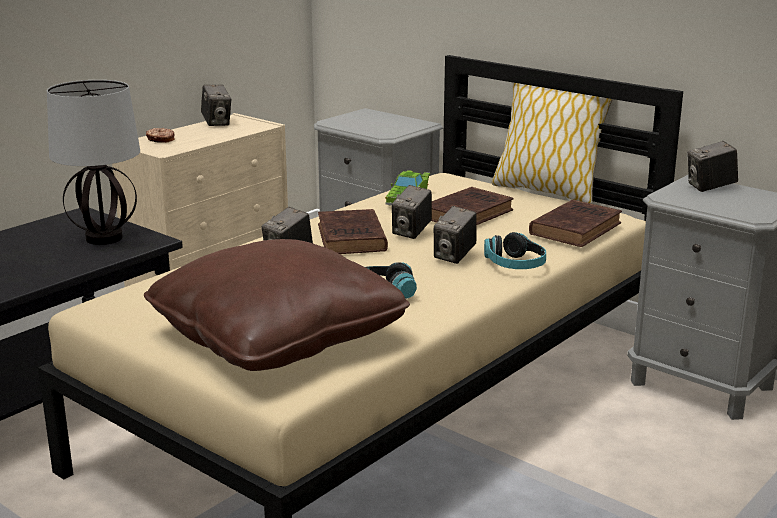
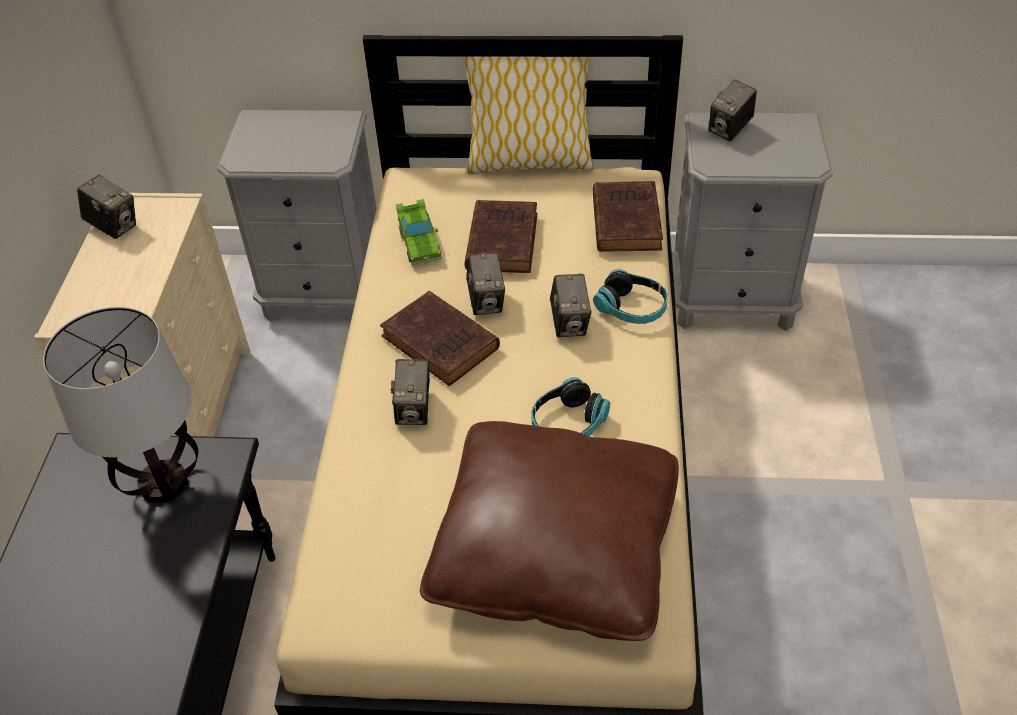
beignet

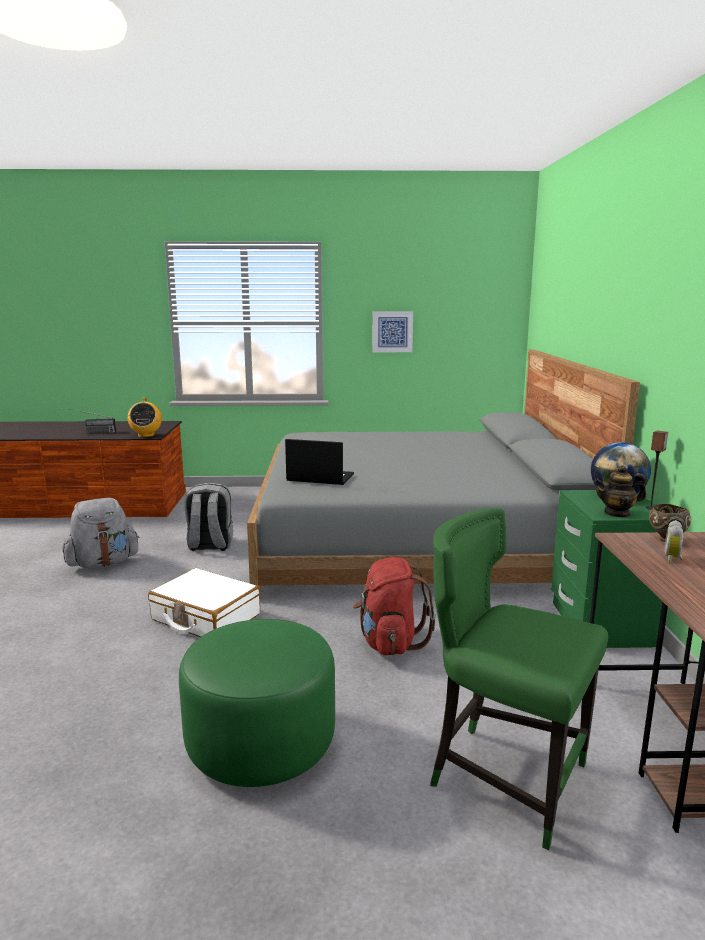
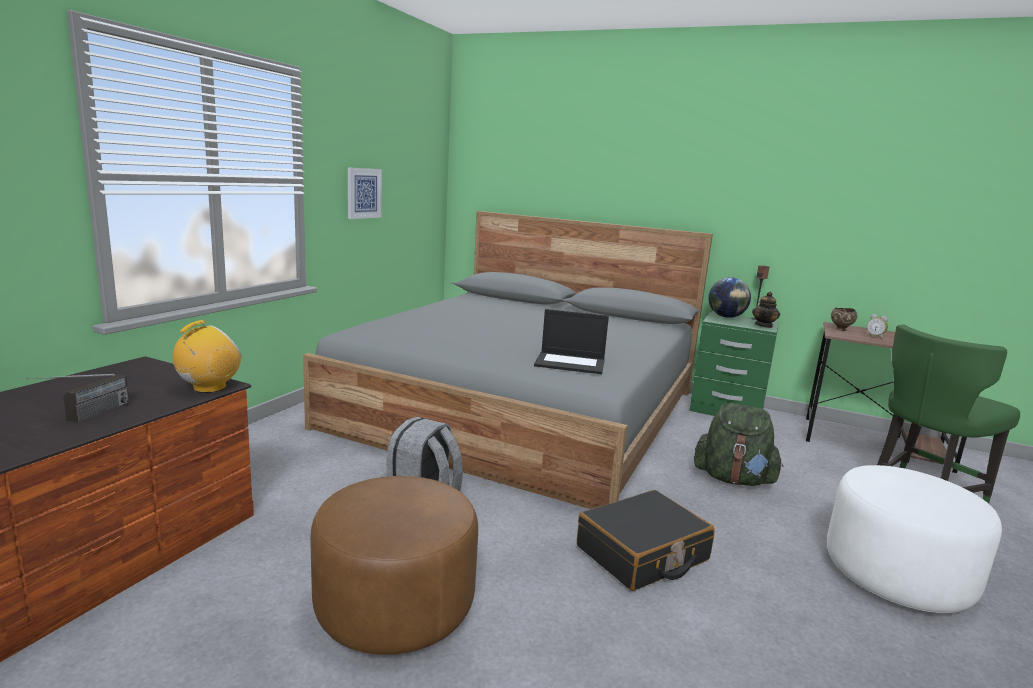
radio (no. 2 from left)
pouf [marron]
ordinateur portable
valise [noir]
sac à dos [vert]
pouf [blanc]

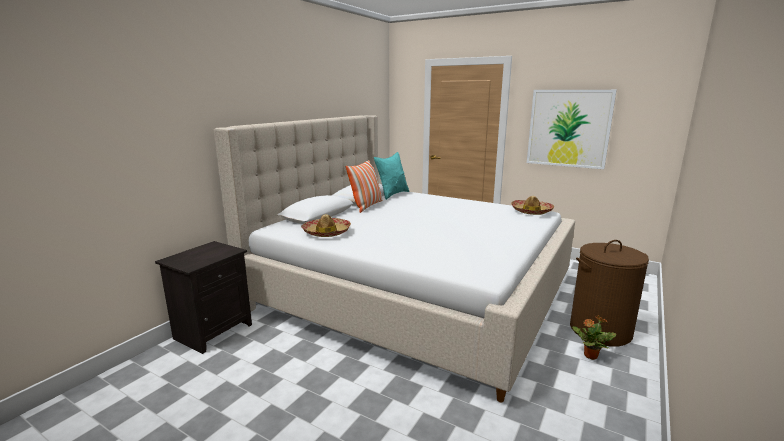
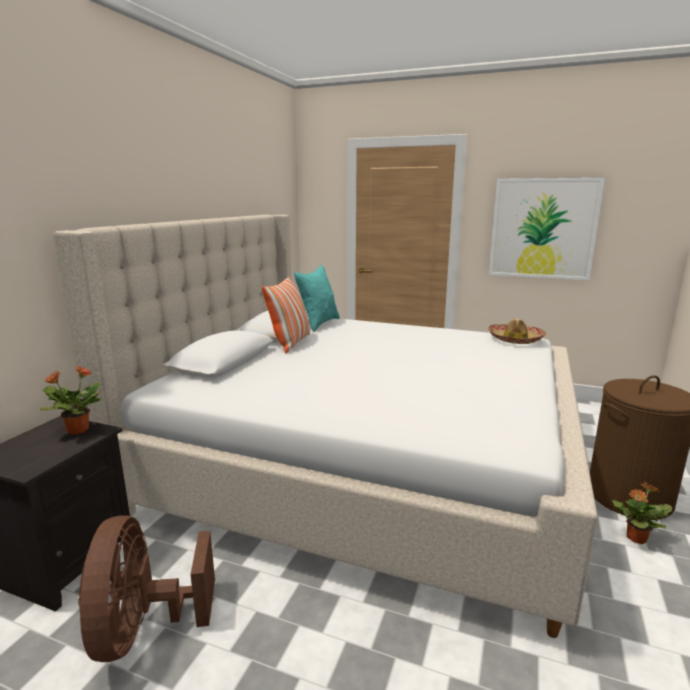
plante en pot (no. 1 from left)
ventilateur [marron]
chapeau (no. 1 from left in the first image)

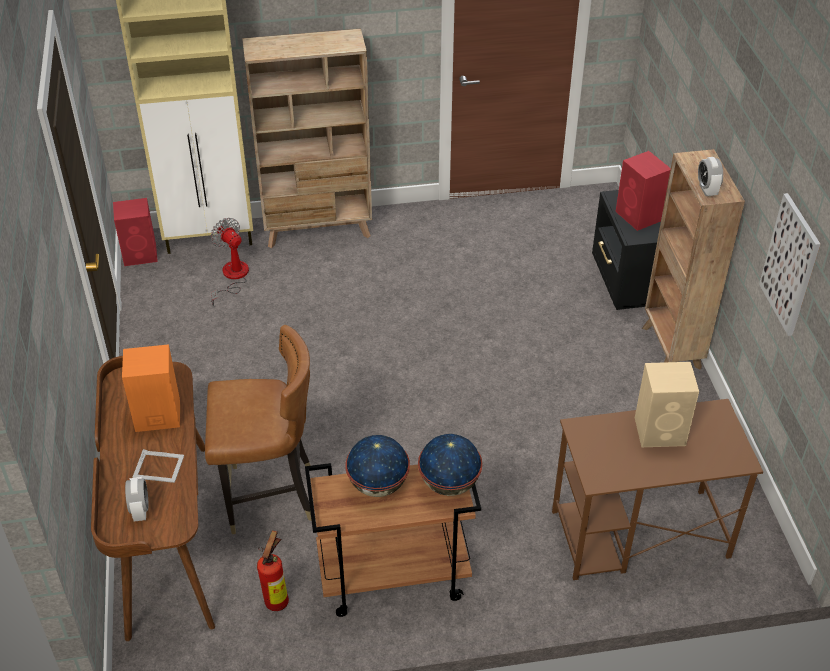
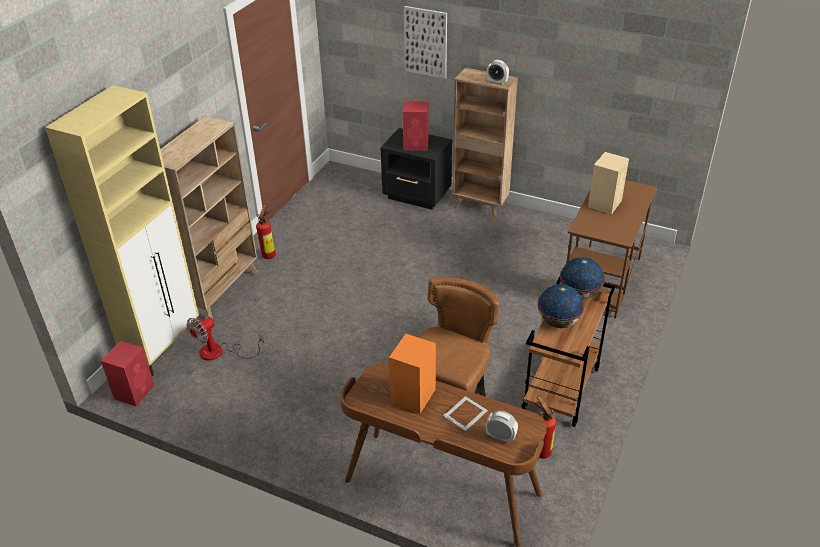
ventilateur
extincteur (no. 1 from left)
tableau

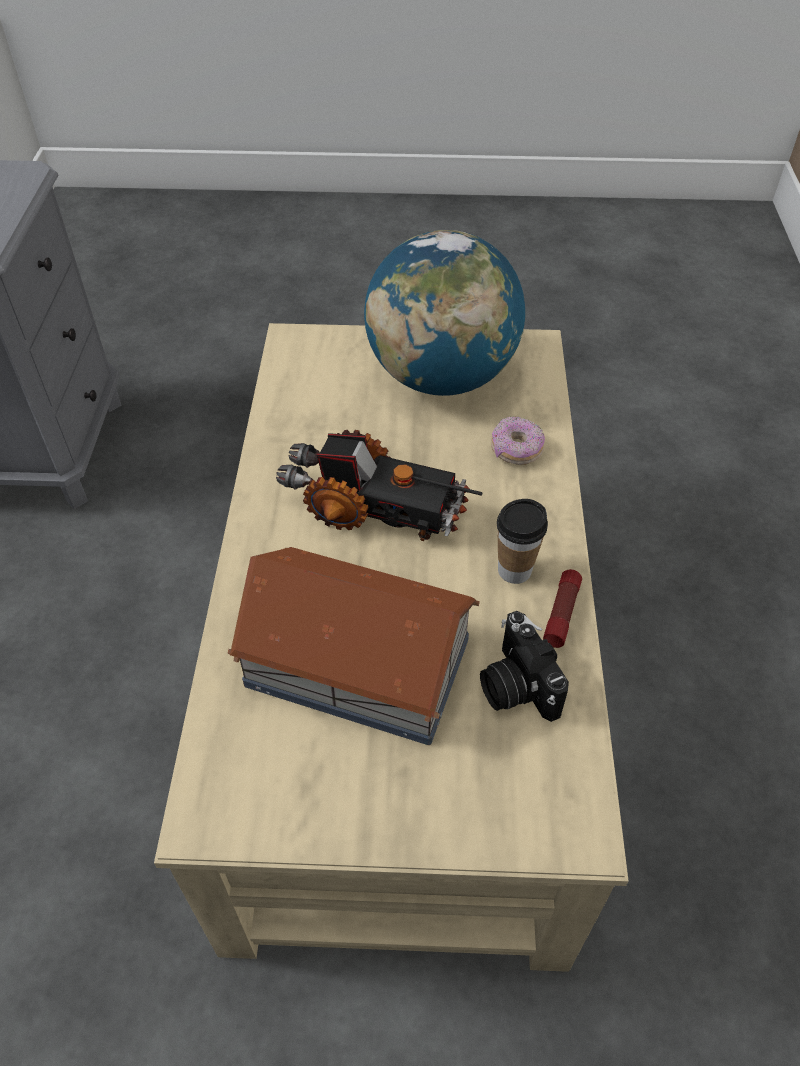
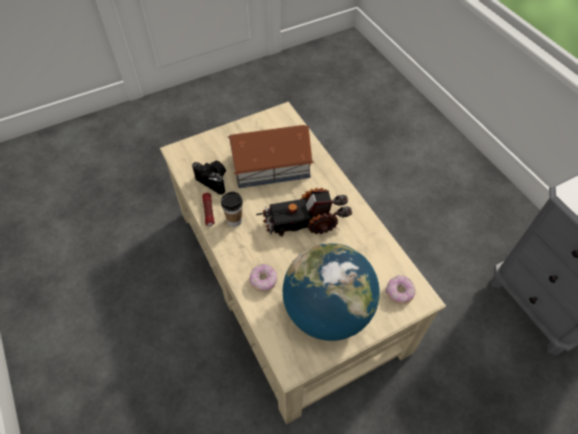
beignet (no. 2 from left)

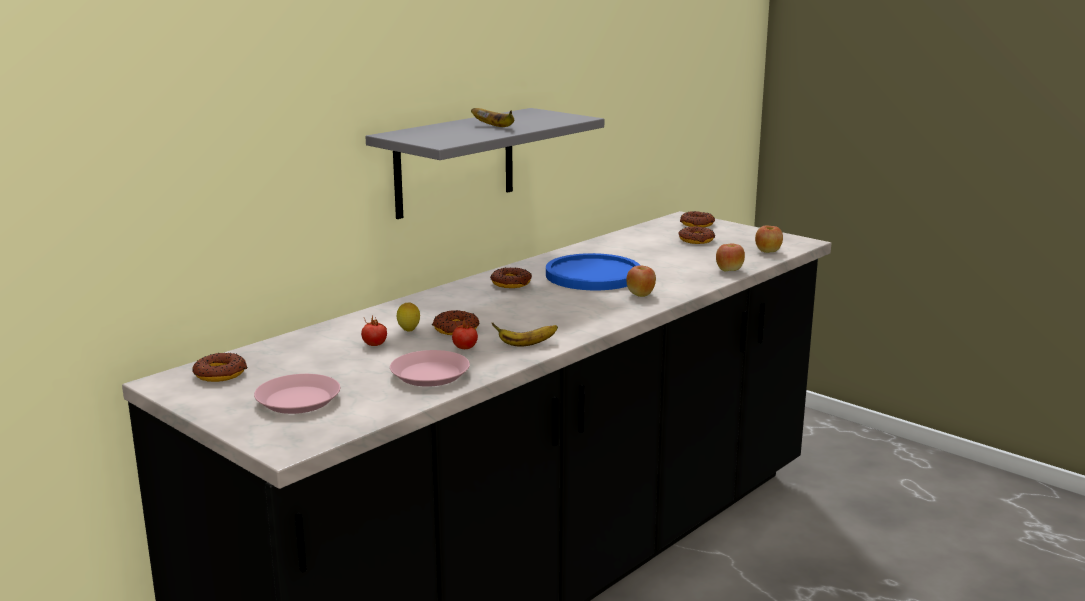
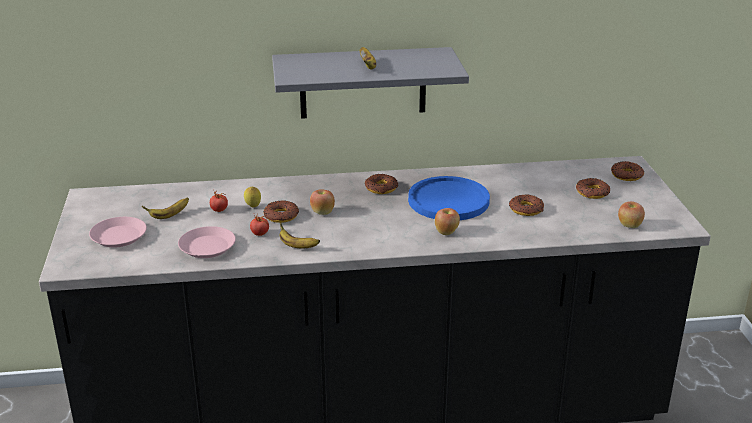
banane (no. 1 from left)
pomme (no. 1 from left)
beignet (no. 3 from left)

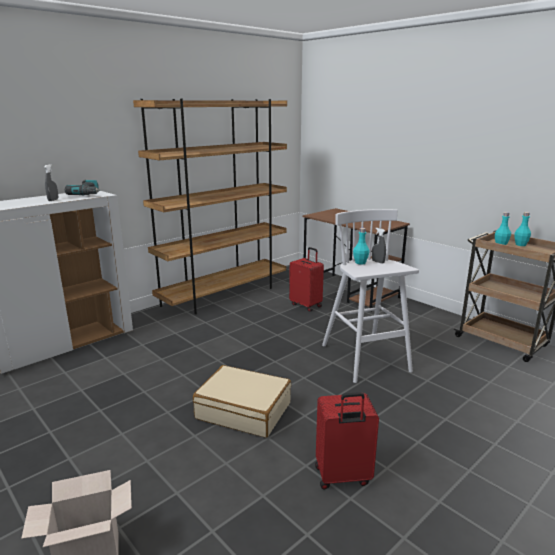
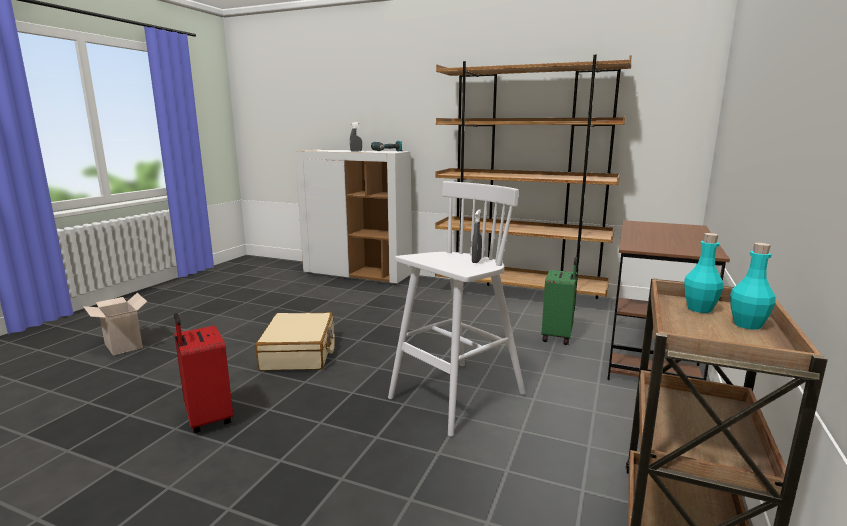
valise [vert]
bouteille [turquoise] (no. 1 from left in the first image)

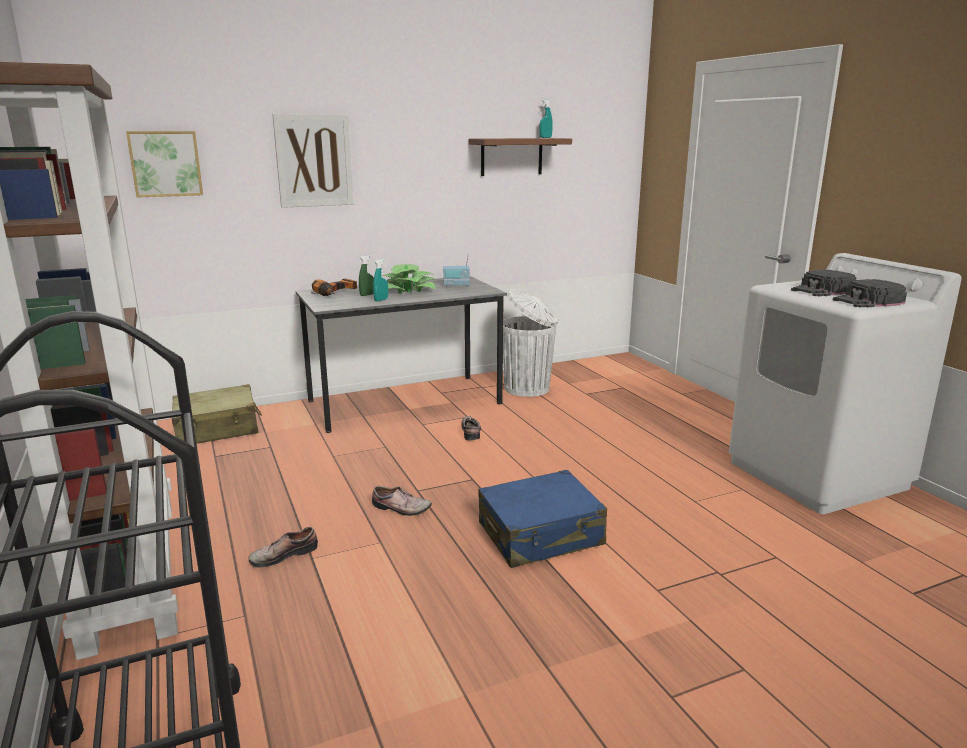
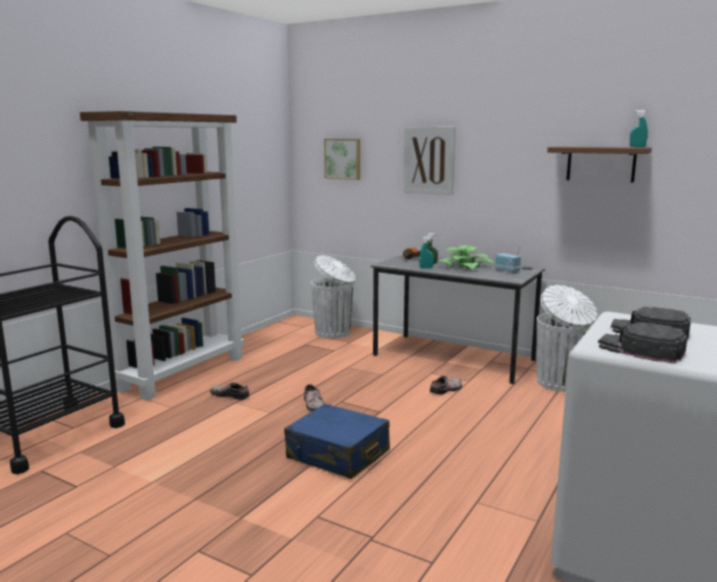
poubelle [blanc] (no. 1 from left)

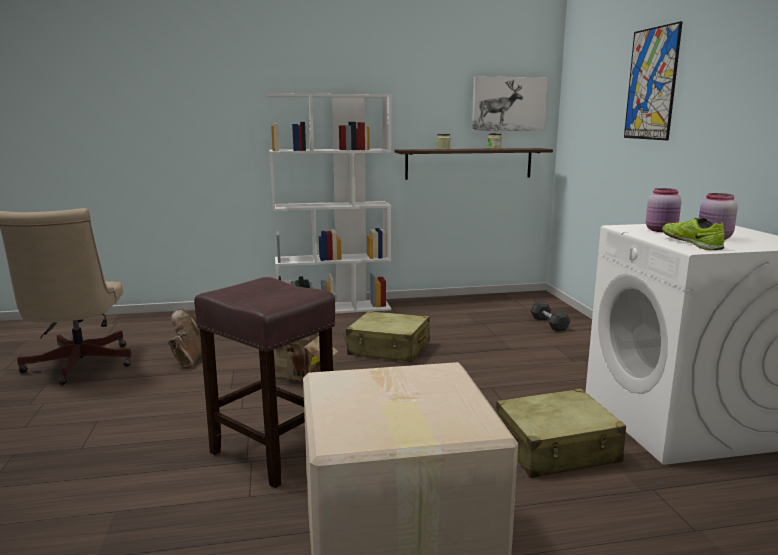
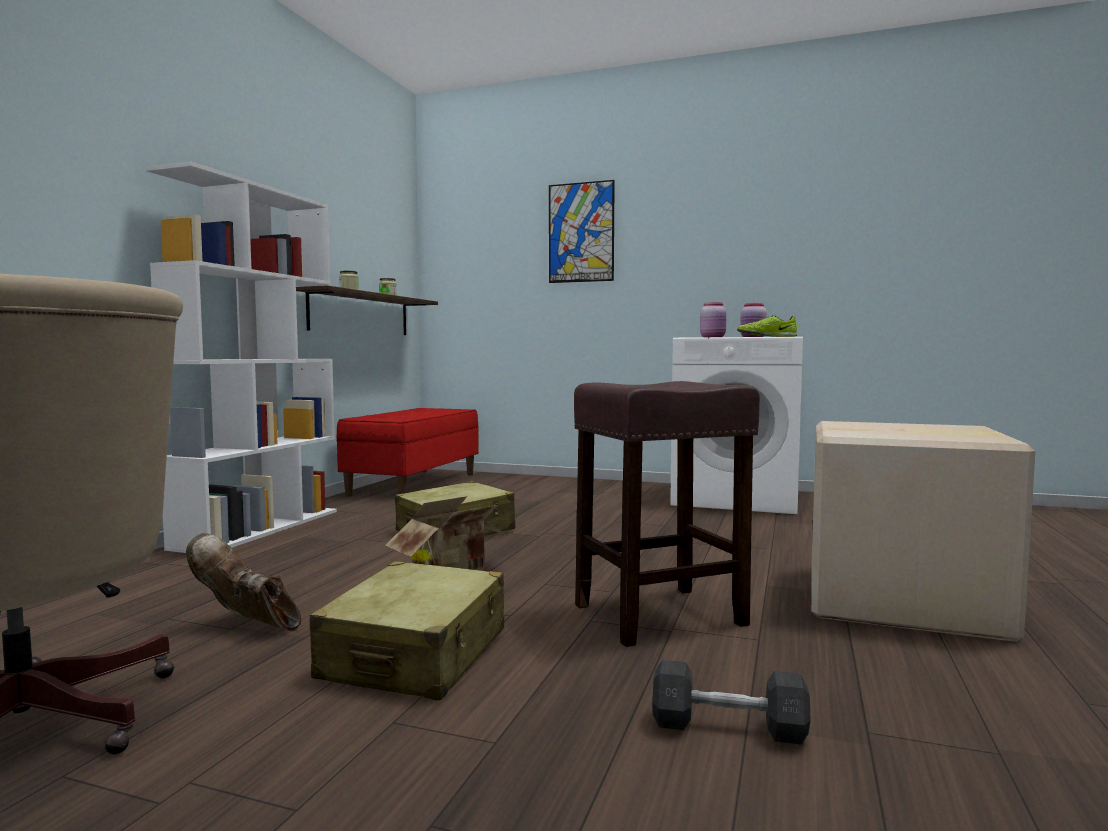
valise [beige] (no. 1 from left)
banc [rouge]
haltère [gris]
tableau (no. 1 from left in the first image)

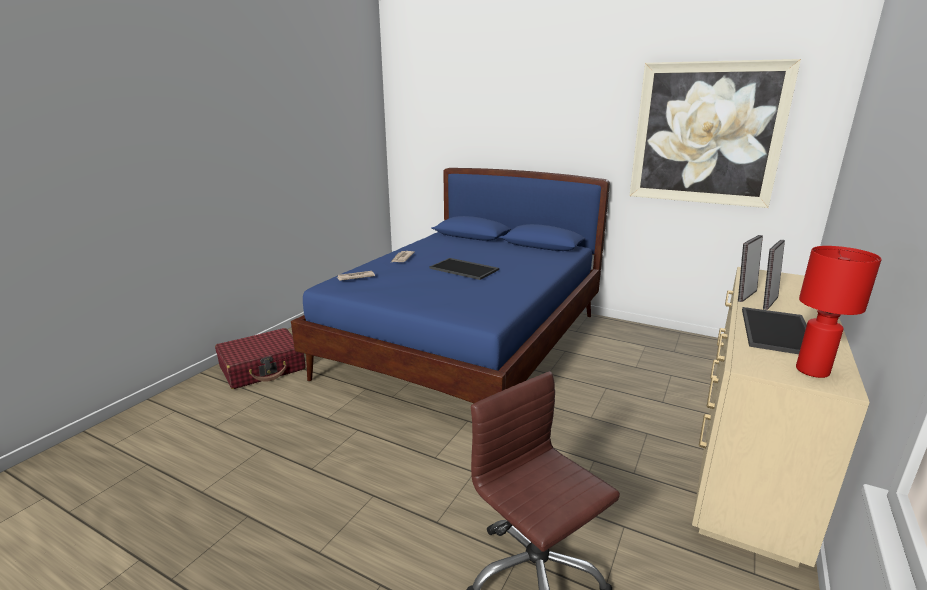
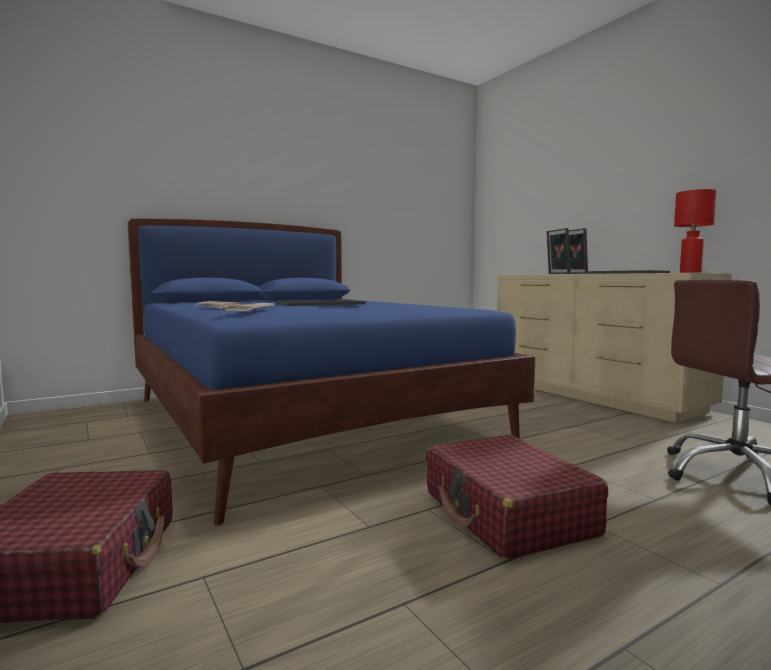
valise [rouge] (no. 2 from left)
tableau

